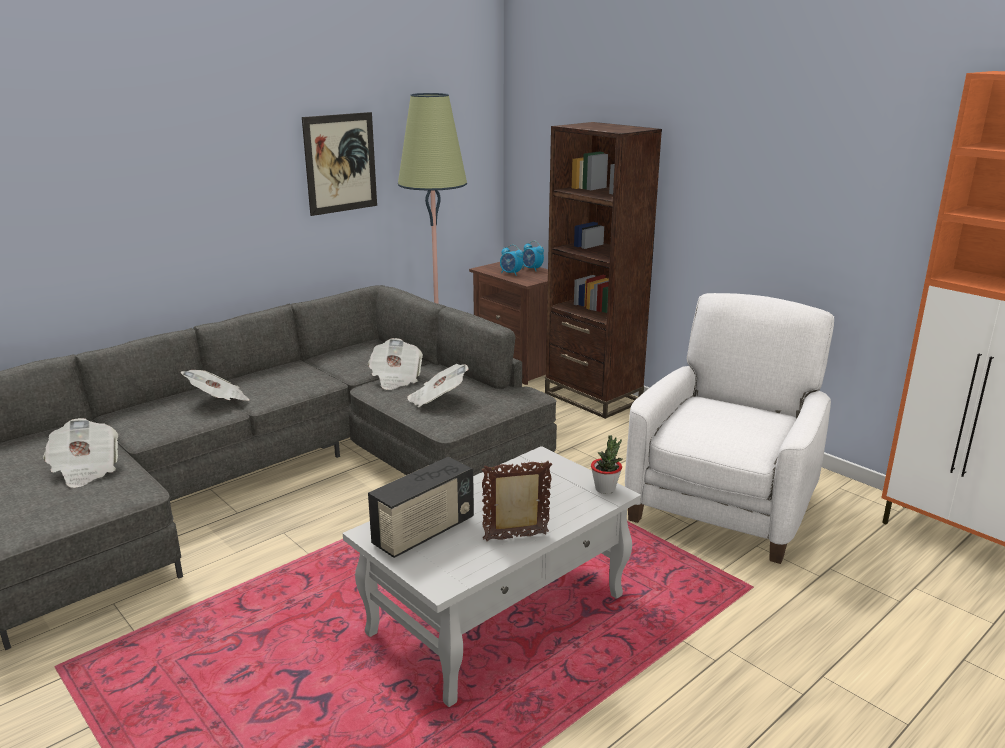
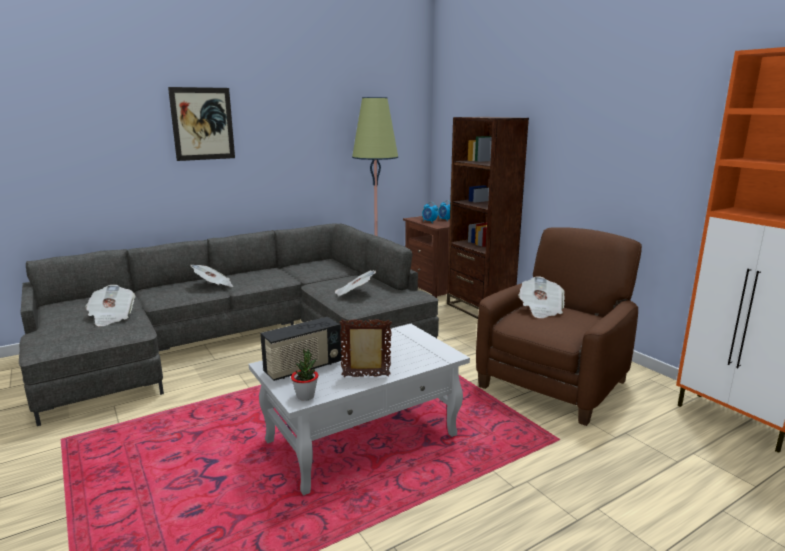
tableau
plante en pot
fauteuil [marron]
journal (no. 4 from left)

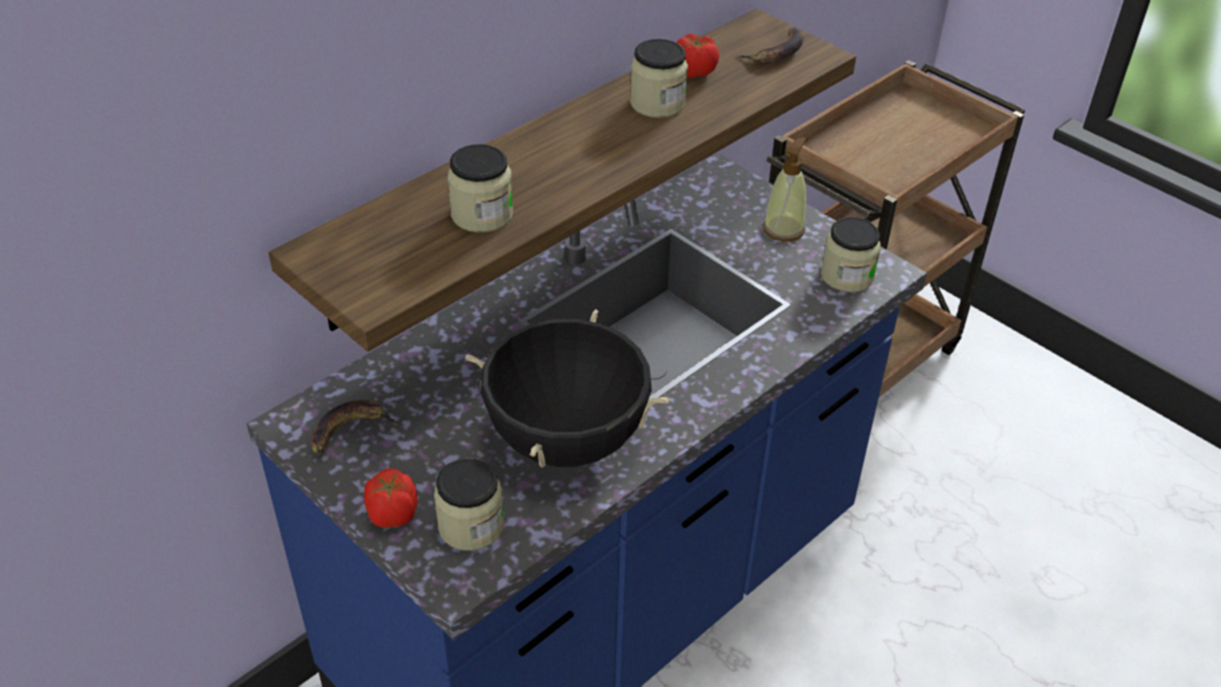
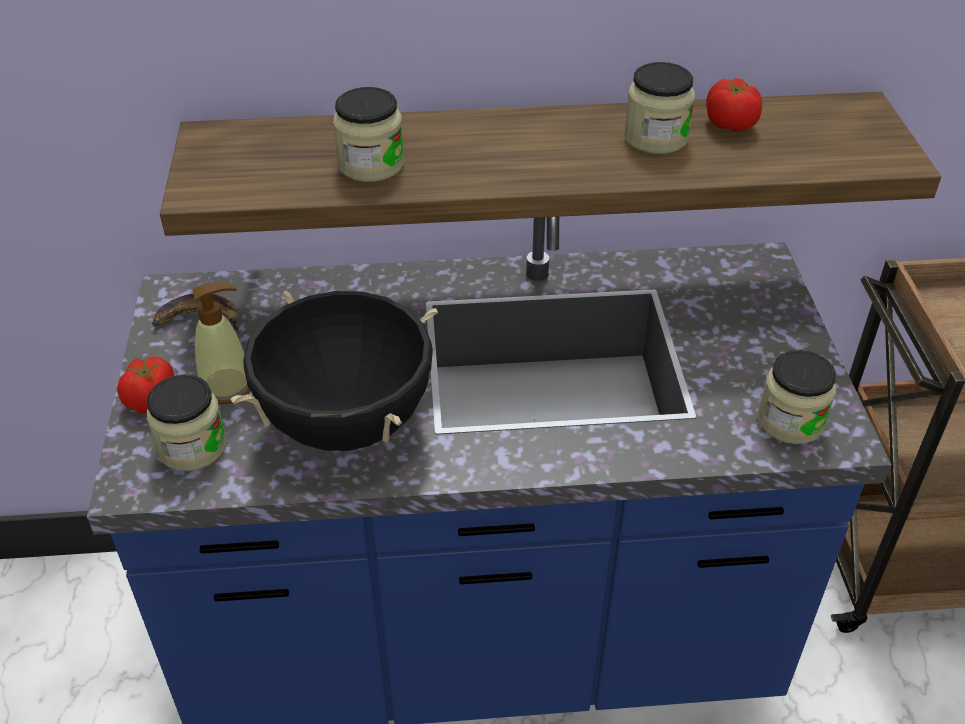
distributeur de savon
banane (no. 2 from left in the first image)

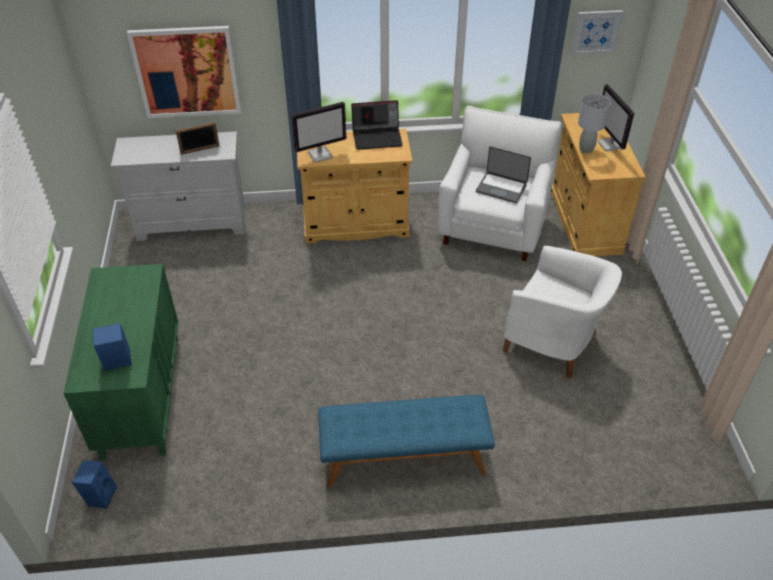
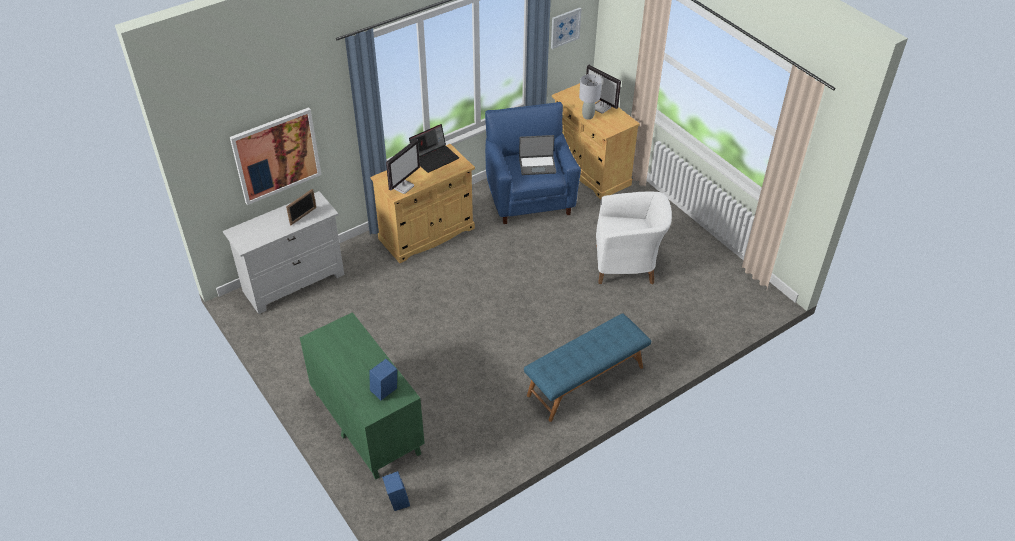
fauteuil [bleu]

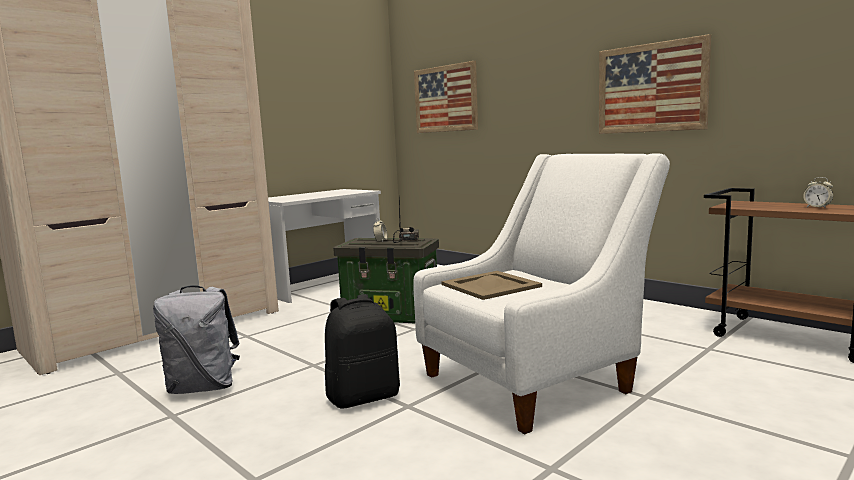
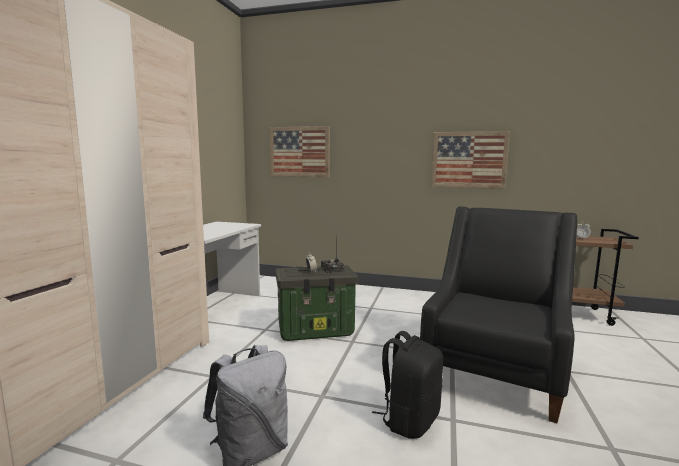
fauteuil [noir]
plateau [beige]

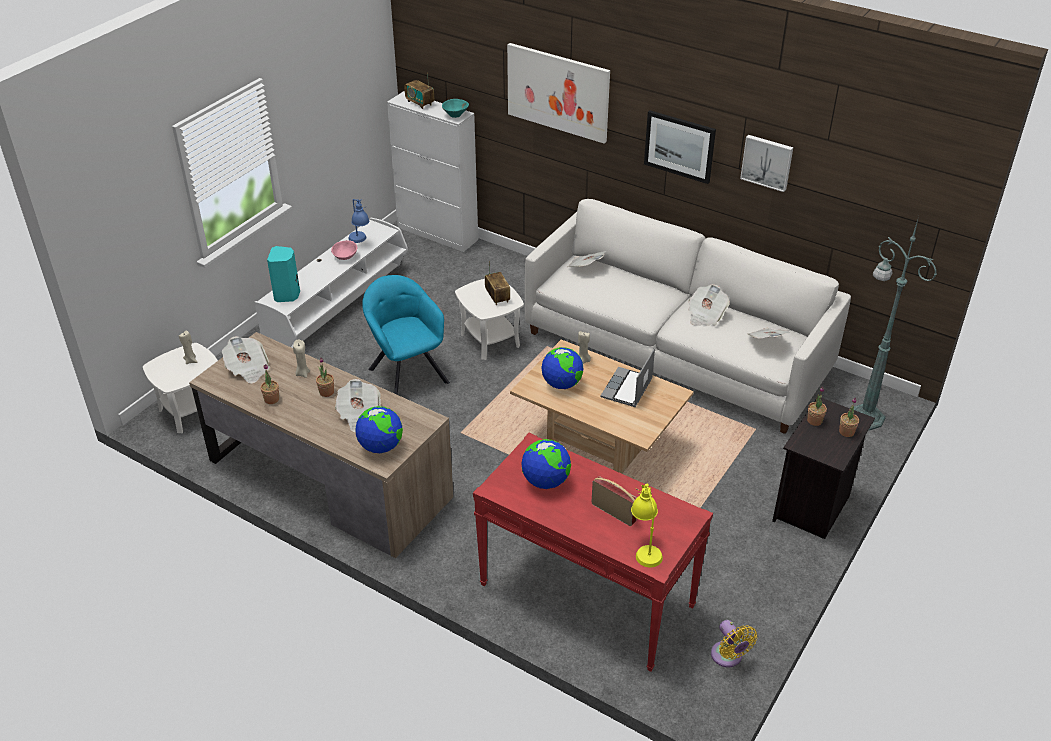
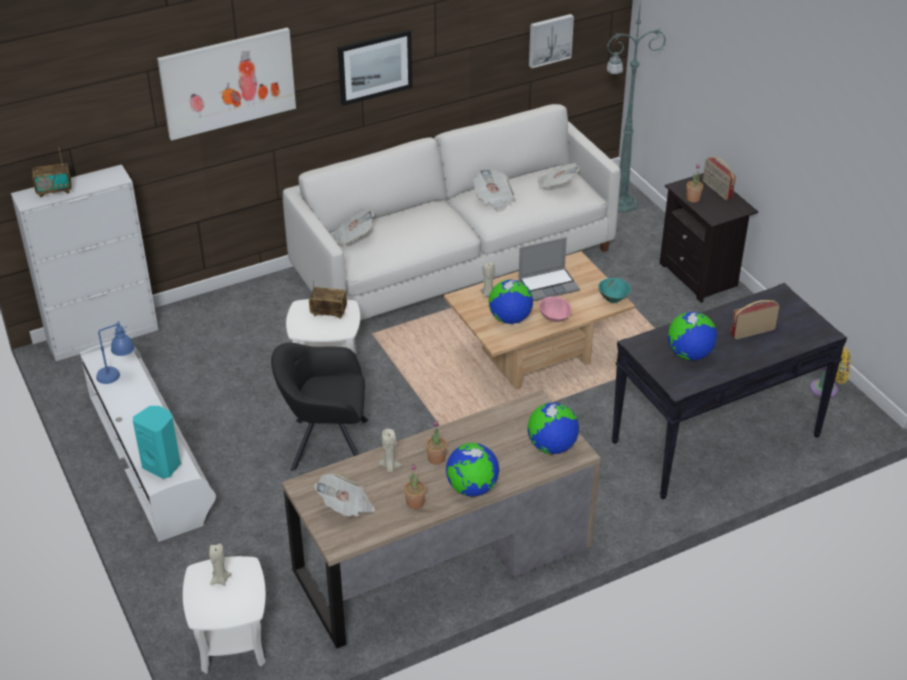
fauteuil [noir]
globe (no. 1 from left)
ordinateur portable
tableau (no. 3 from left)
bol [rose]
bol [turquoise]
table console [noir]
radio (no. 3 from left)
journal (no. 2 from left in the first image)
lampe de table [jaune]

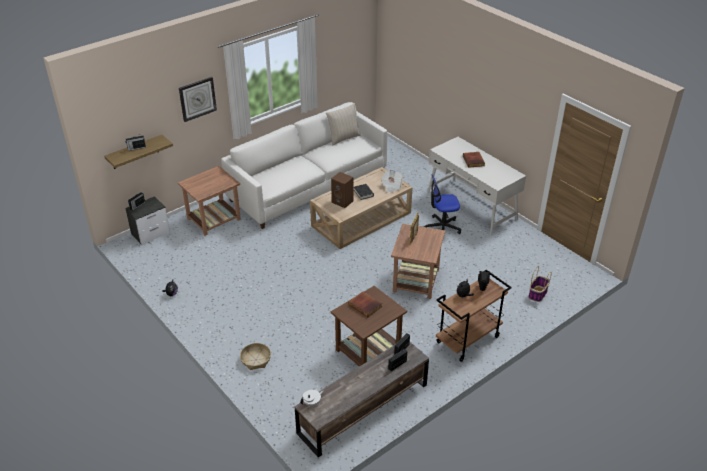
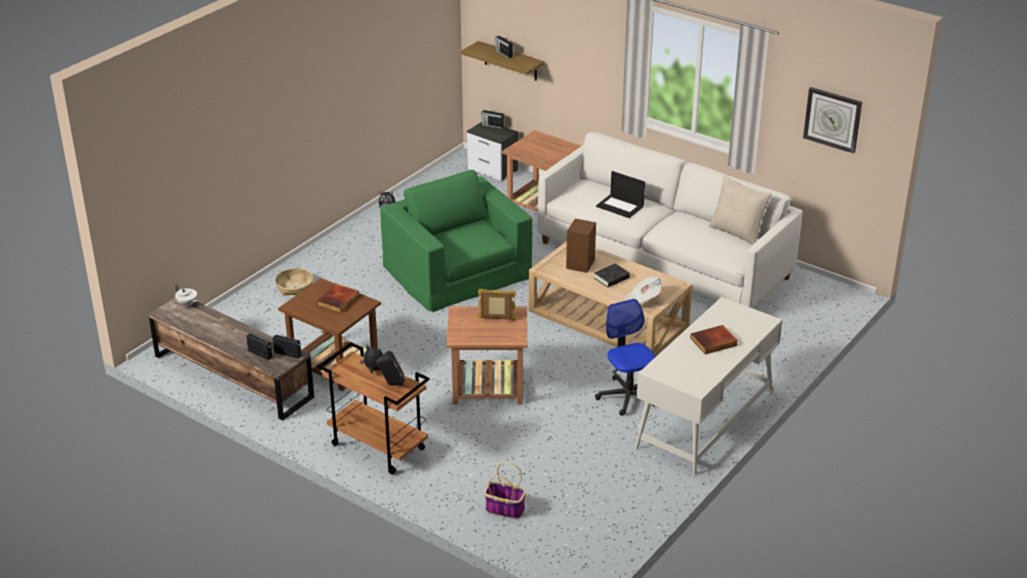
fauteuil [vert]
ordinateur portable
horloge murale

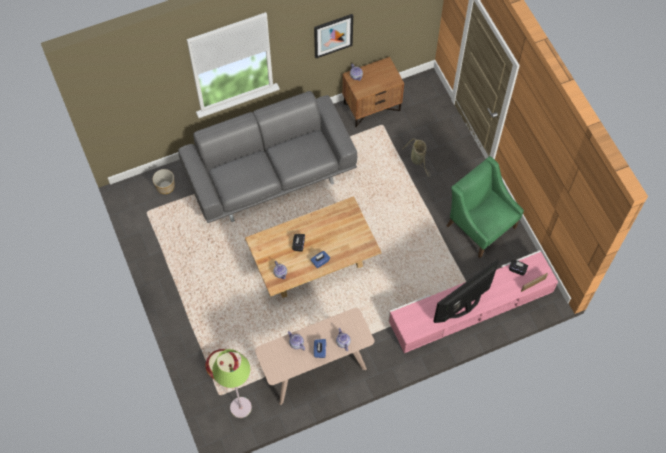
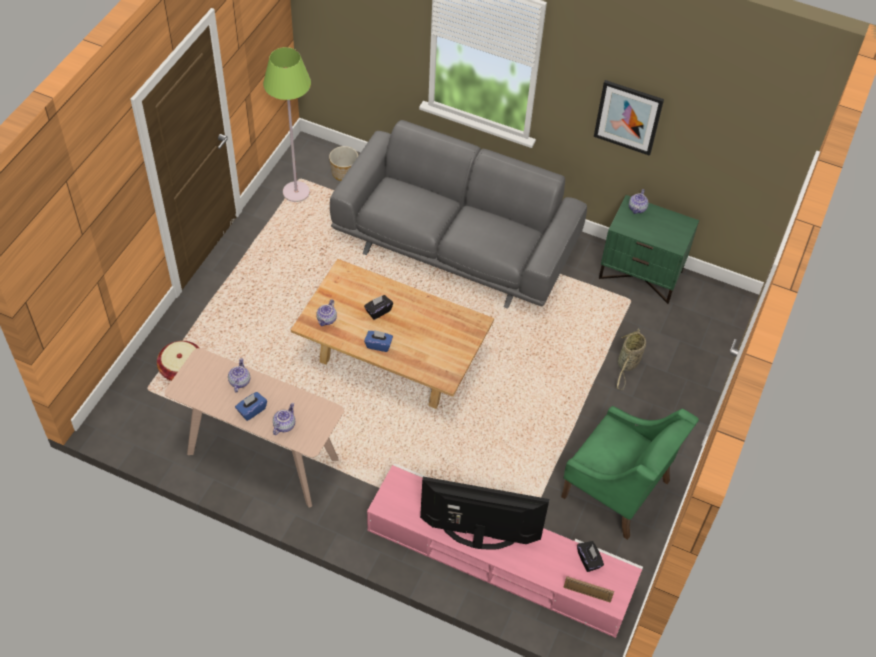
lampadaire [vert]
fauteuil [vert]
table de chevet [vert]

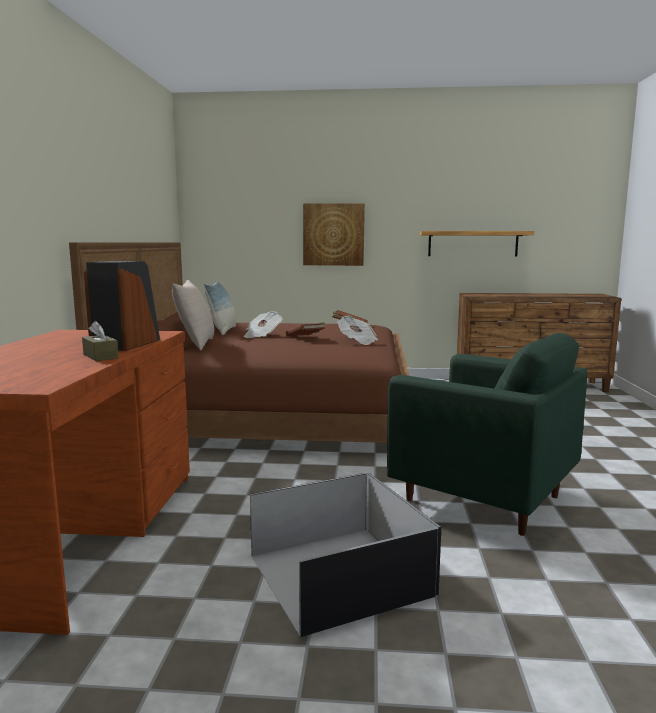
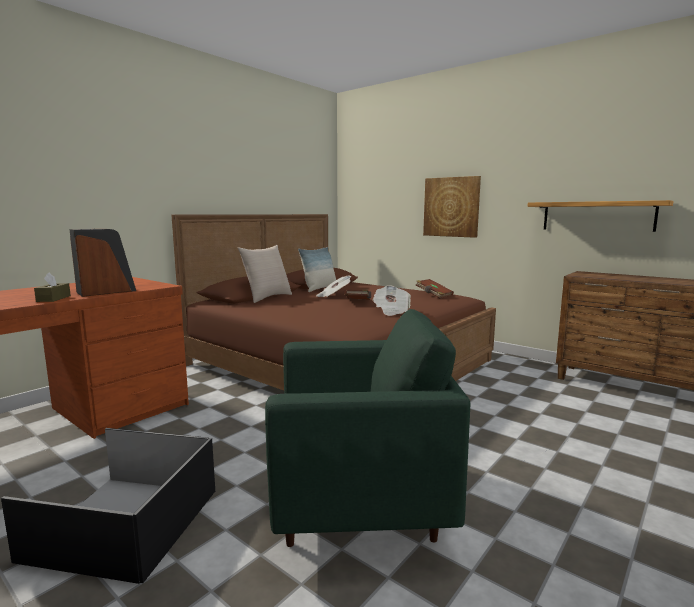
fauteuil [vert]

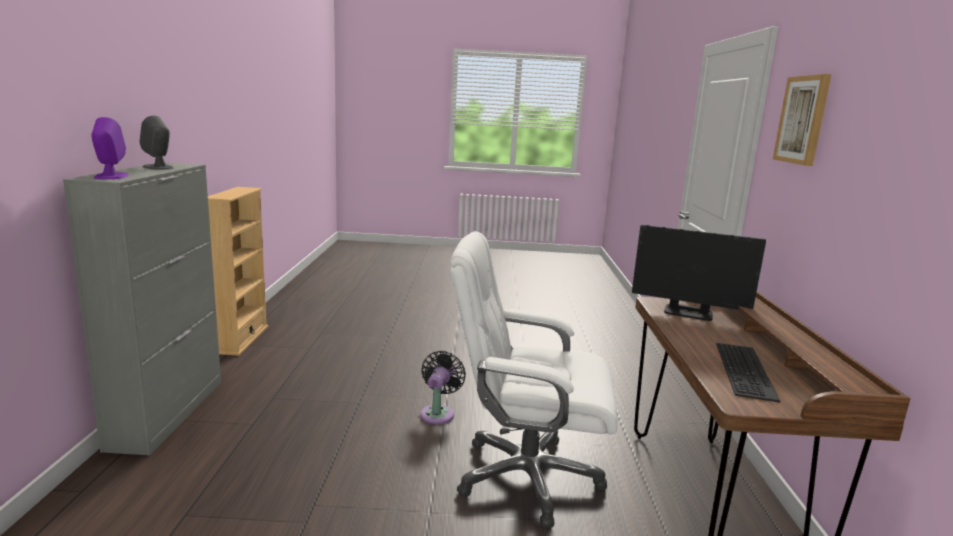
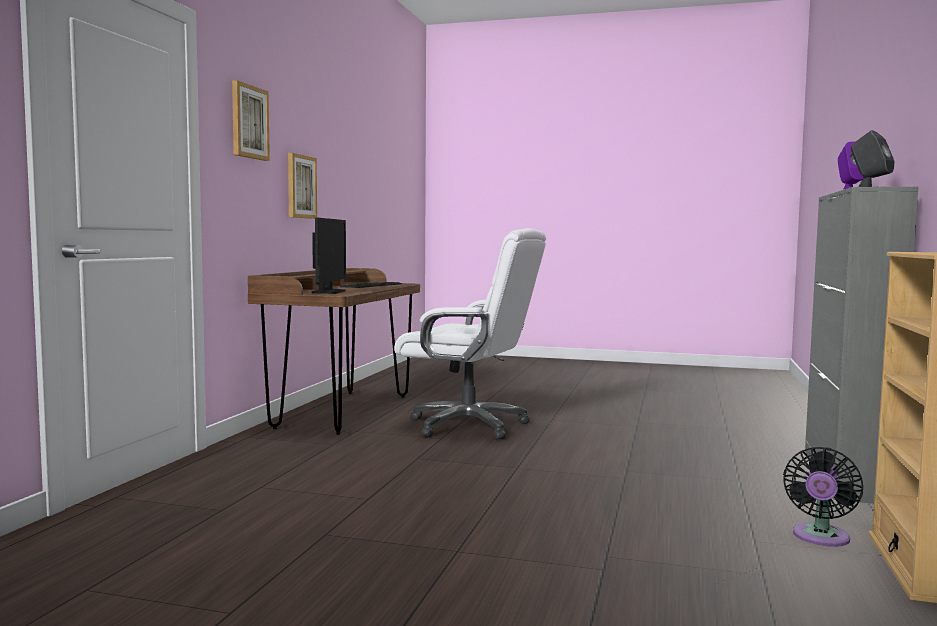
tableau (no. 2 from left)
écran d'ordinateur
ventilateur [noir]

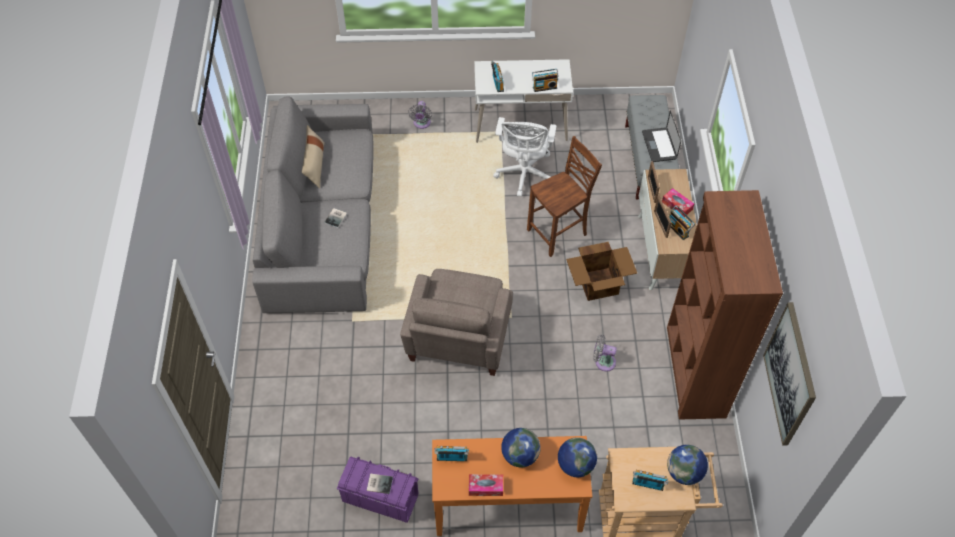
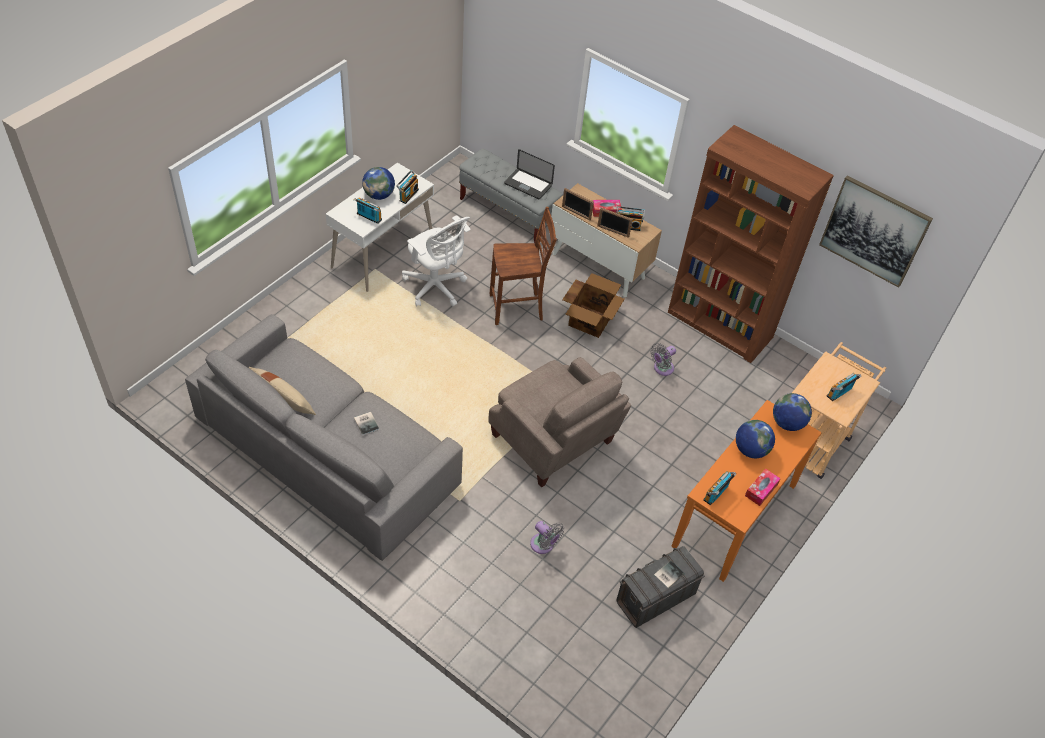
globe (no. 1 from left)
chaise [marron]
ventilateur [gris] (no. 1 from left)
boîte de rangement [gris]

